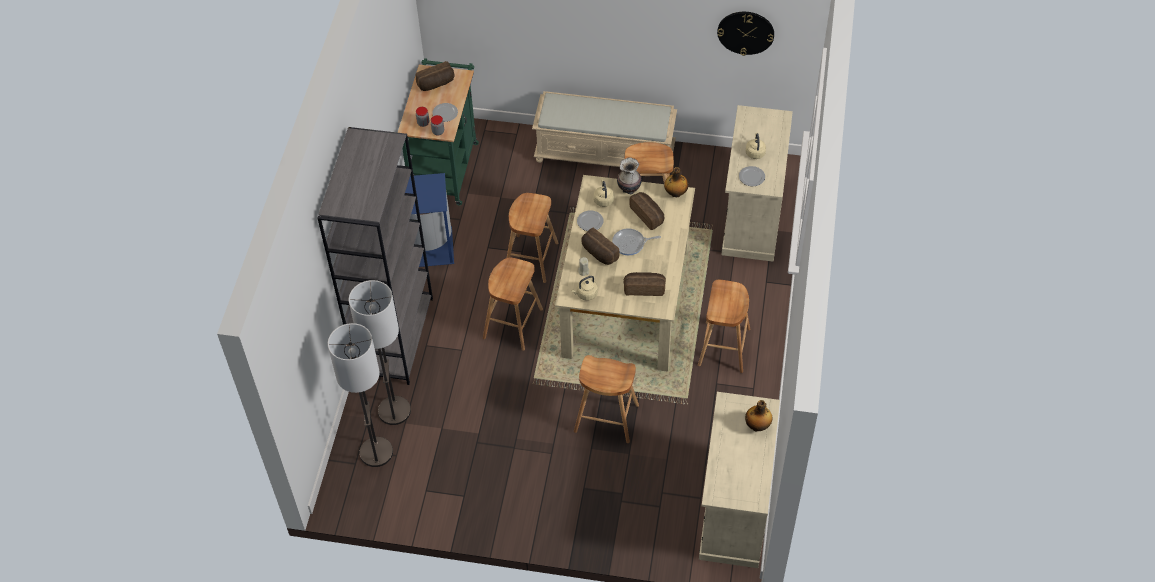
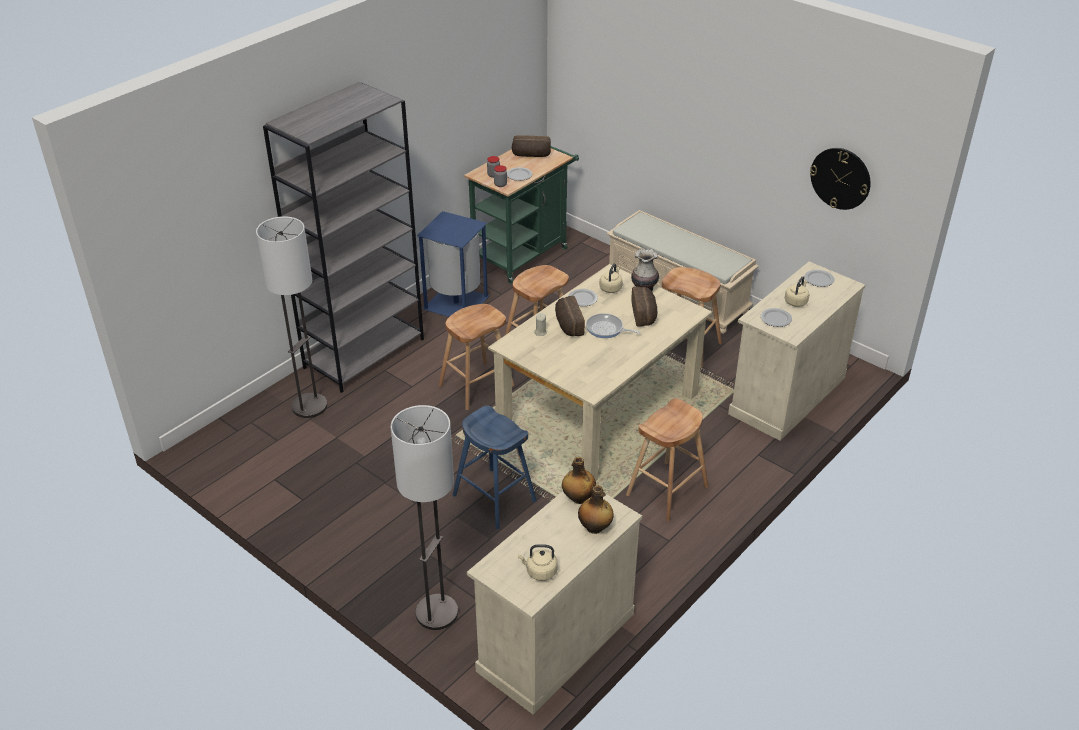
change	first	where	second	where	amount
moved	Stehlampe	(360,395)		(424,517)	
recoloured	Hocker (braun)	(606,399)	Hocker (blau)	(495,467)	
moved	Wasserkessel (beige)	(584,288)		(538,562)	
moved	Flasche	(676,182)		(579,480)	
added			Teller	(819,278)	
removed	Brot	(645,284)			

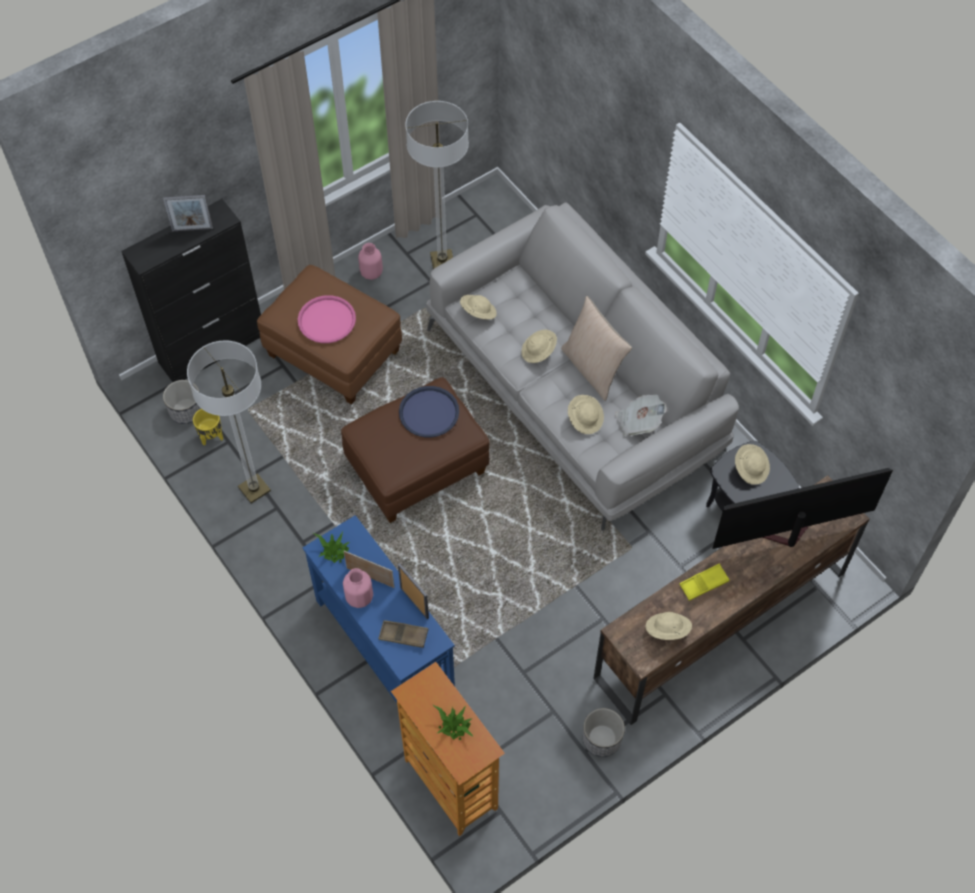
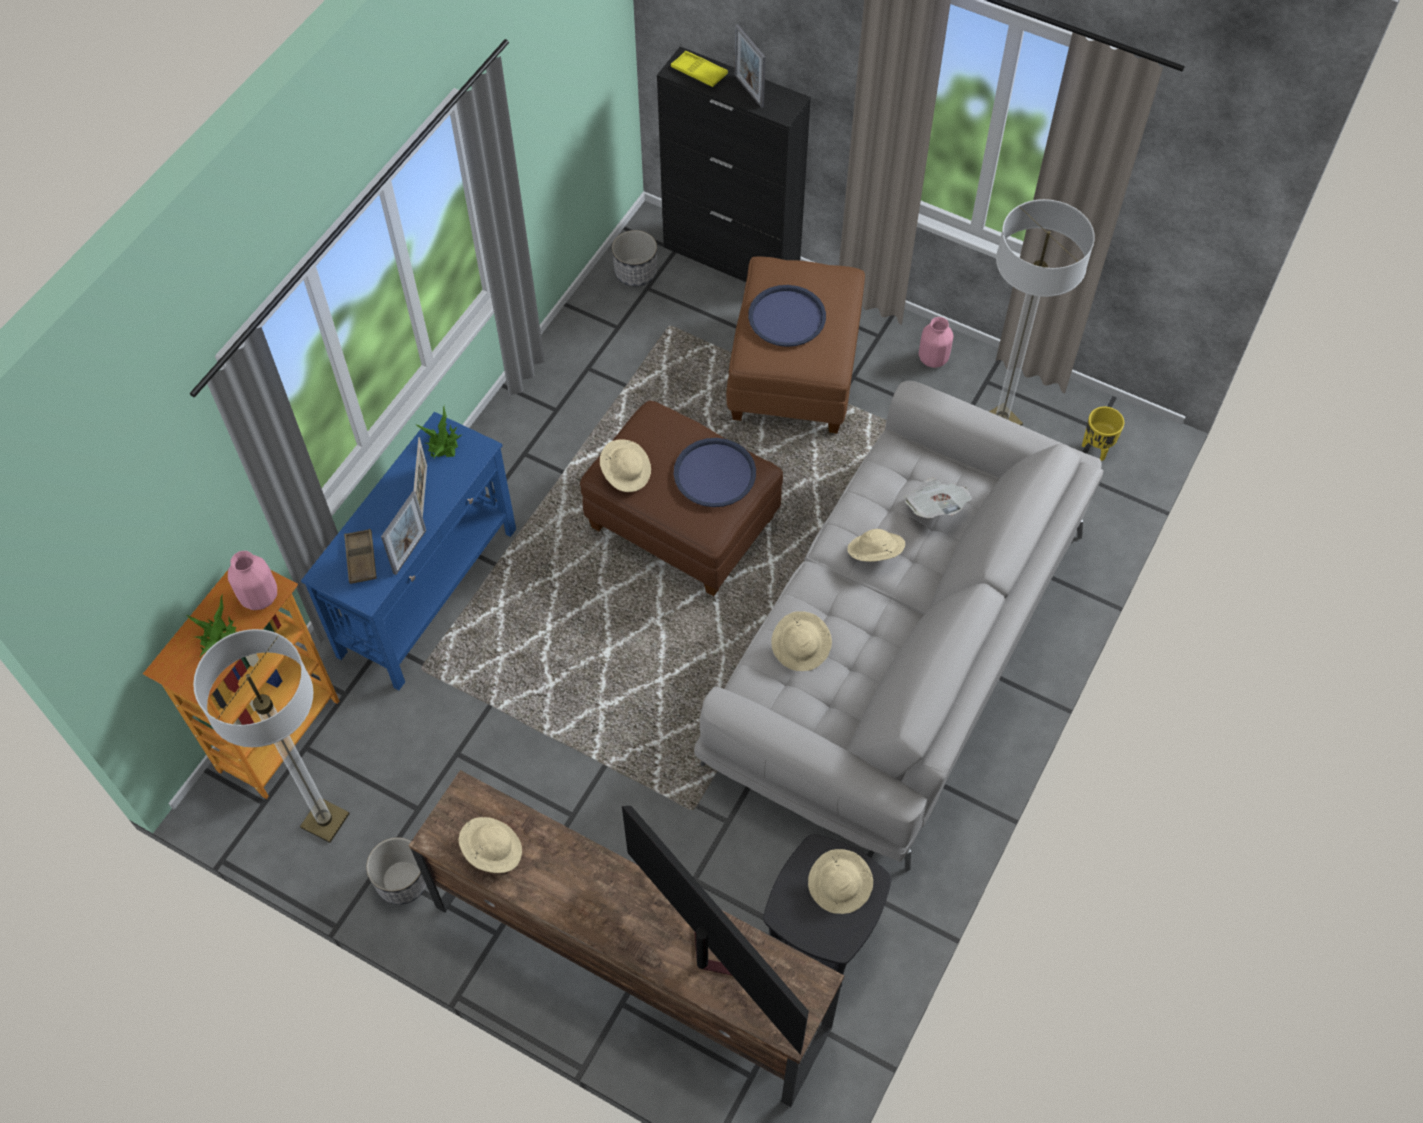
change	first	where	second	where	amount
moved	Stehlampe	(229,421)		(271,736)	
moved	Vase (rosa)	(358,588)		(252,580)	
moved	Hut (beige)	(478,307)		(625,465)	
moved	Tablett (gelb)	(704,582)		(699,69)	
recoloured	Tablett (rosa)	(327,319)	Tablett (blau)	(787,316)	
moved	Zeitung	(641,415)		(938,498)	
moved	Pflanzkübel (gelb)	(208,427)		(1103,434)	
removed	Kissen (beige)	(596,348)			

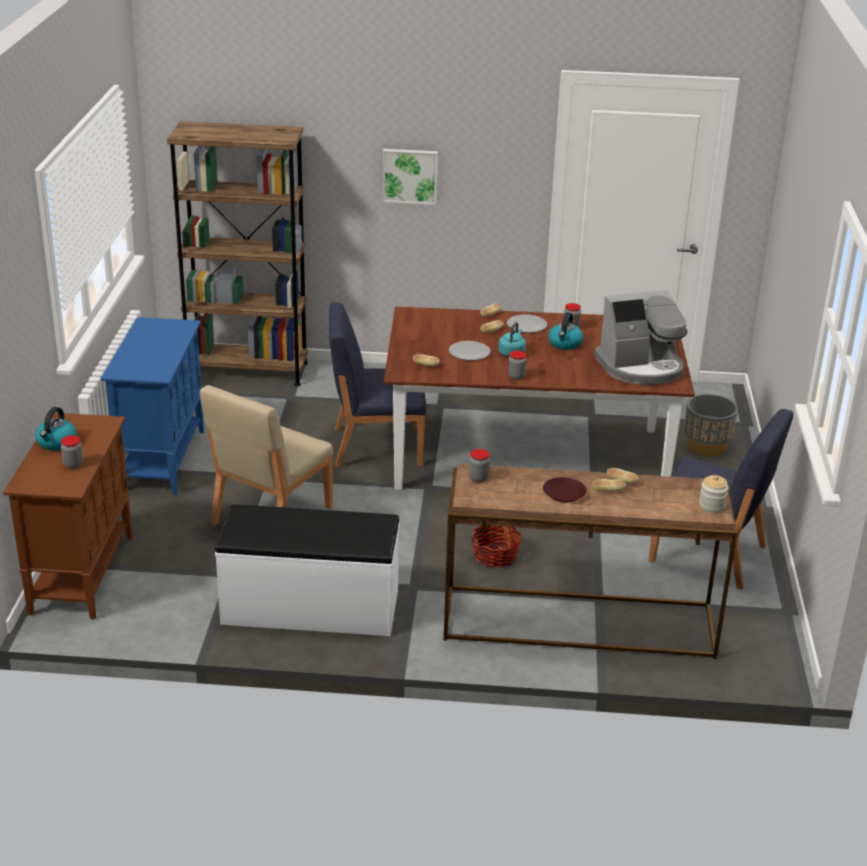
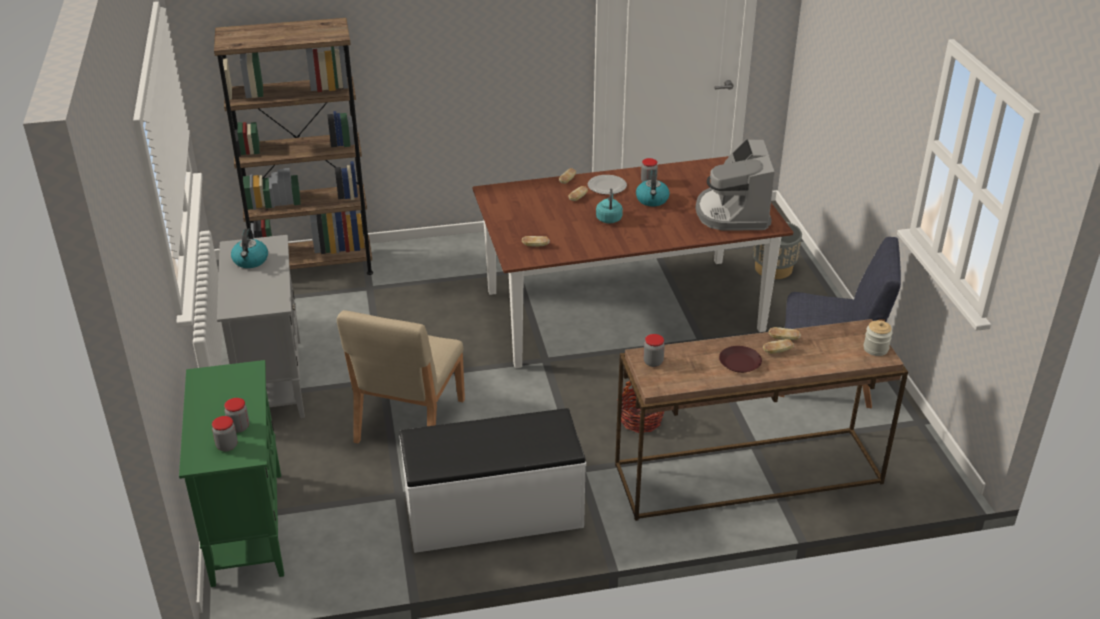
change	first	where	second	where	amount
recoloured	Schrank (braun)	(68,516)	Schrank (grün)	(231,473)	
moved	Vorratsglas	(517,365)		(225,433)	
recoloured	Schrank (blau)	(152,406)	Schrank (grau)	(261,326)	
moved	Wasserkessel	(56,428)		(249,248)	
turned	Kaffeemaschine	(641,337)		(735,185)	120 degrees clockwise
removed	Stuhl (blau)	(377,384)			
removed	Bild	(410,177)			
removed	Teller	(470,351)			

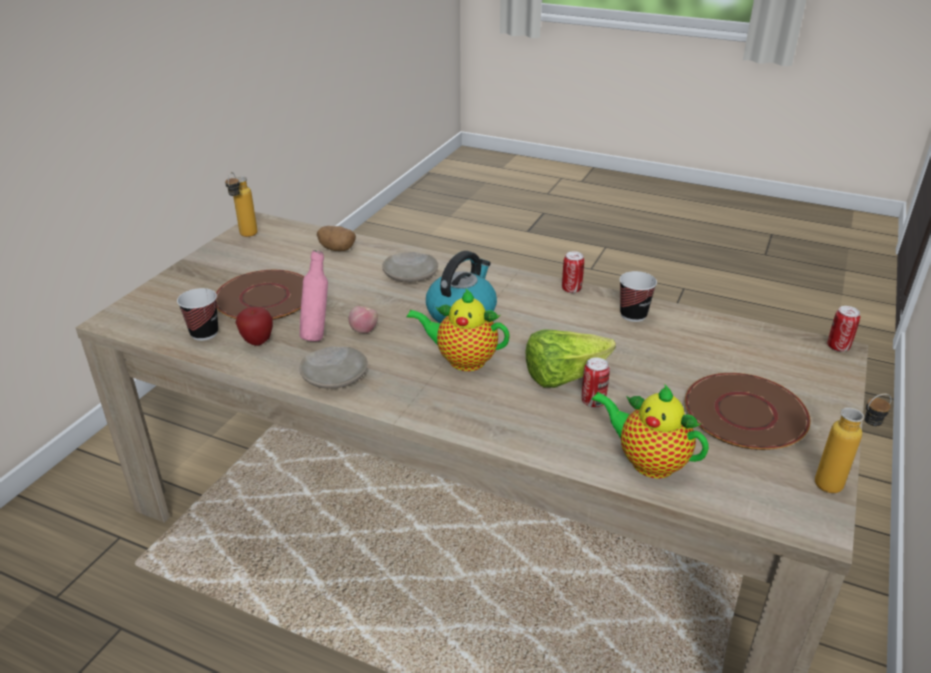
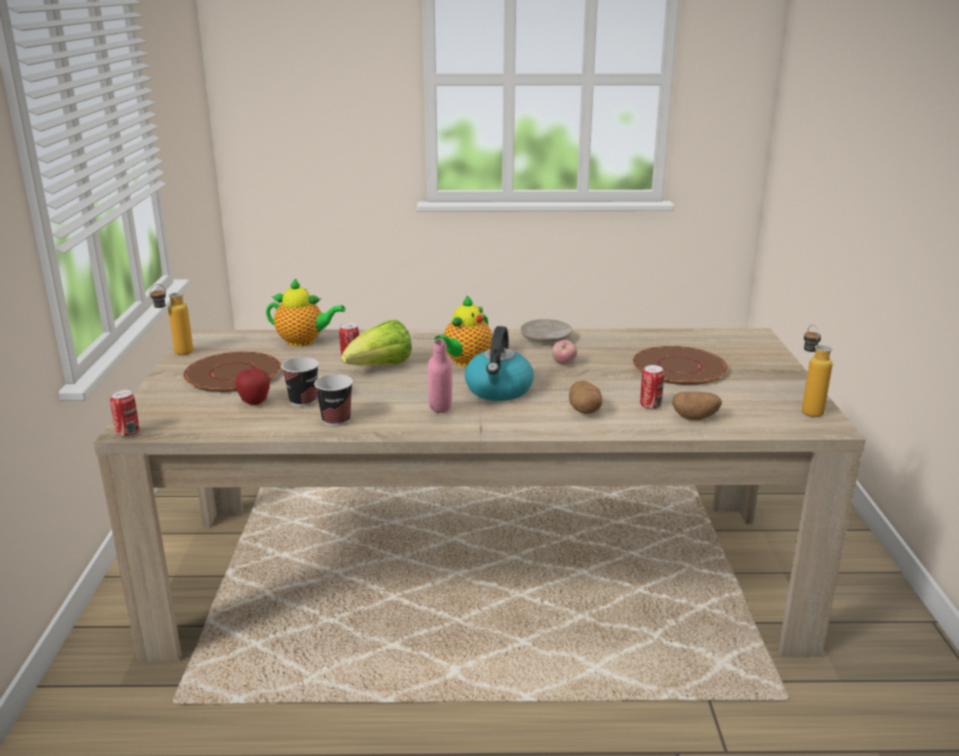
change	first	where	second	where	amount
moved	Apfel	(254,326)		(252,386)	
moved	Tasse	(197,314)		(300,382)	
moved	Flasche (rosa)	(314,295)		(440,376)	
turned	Teekanne	(458,329)		(463,331)	135 degrees clockwise
replaced	Teller (beige)	(410,267)	Kartoffel	(585,397)	
moved	Dose	(573,272)		(652,387)	

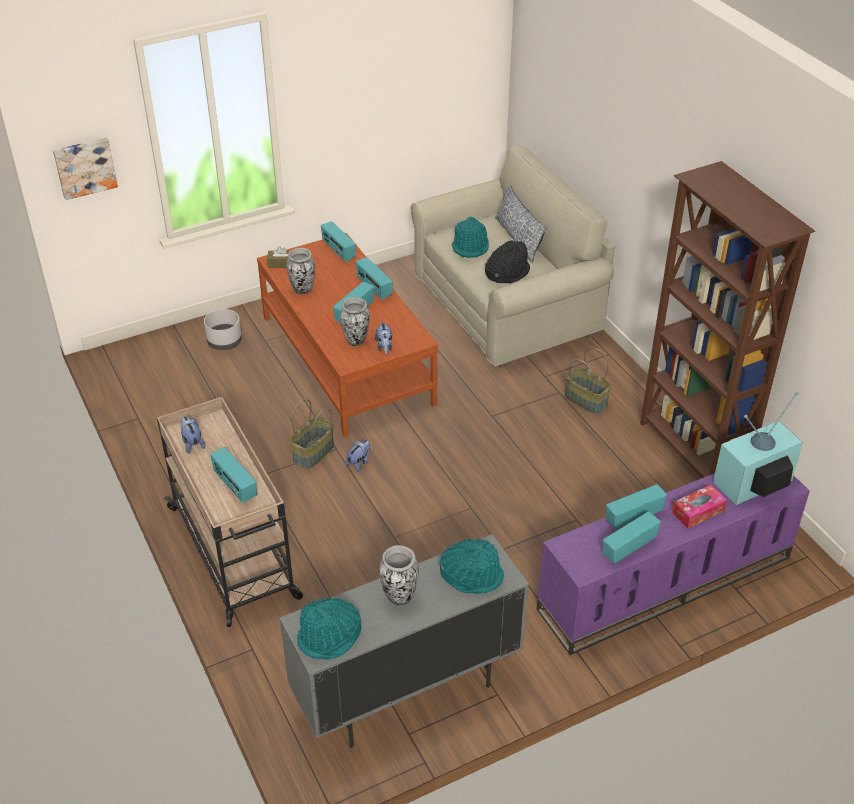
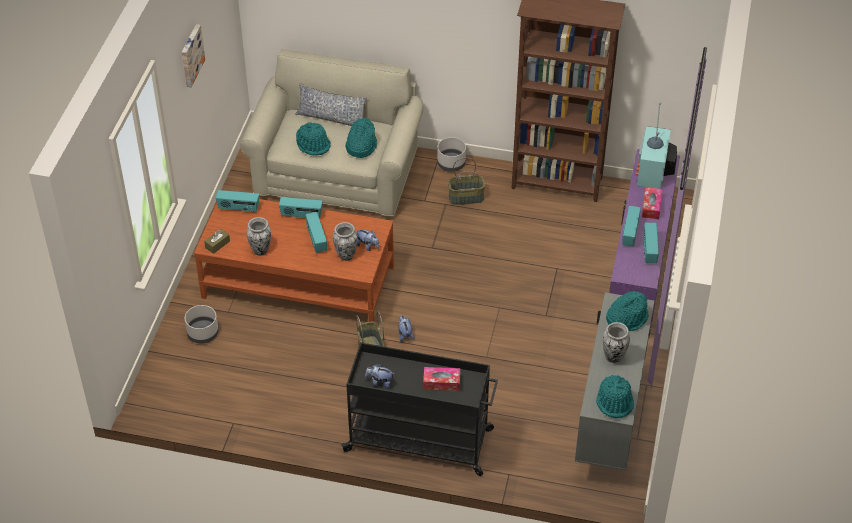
change	first	where	second	where	amount
moved	Bild	(85,168)		(193,55)	
recoloured	Rollwagen (beige)	(230,512)	Rollwagen (schwarz)	(419,409)	
recoloured	Hut (schwarz)	(507,261)	Hut (türkis)	(361,138)	
replaced	Radio	(233,475)	Taschentuchbox	(441,379)	
added			Pflanzkübel (grau)	(451,154)	

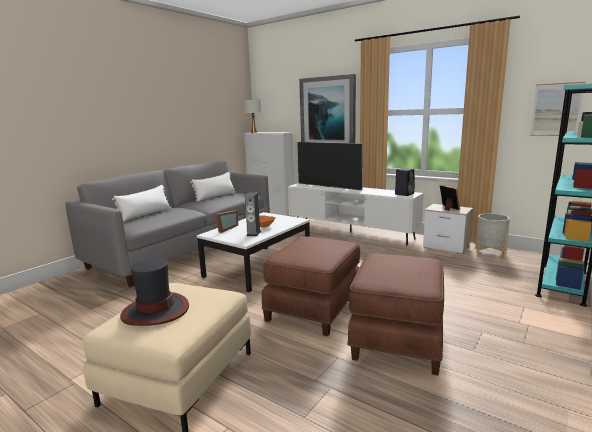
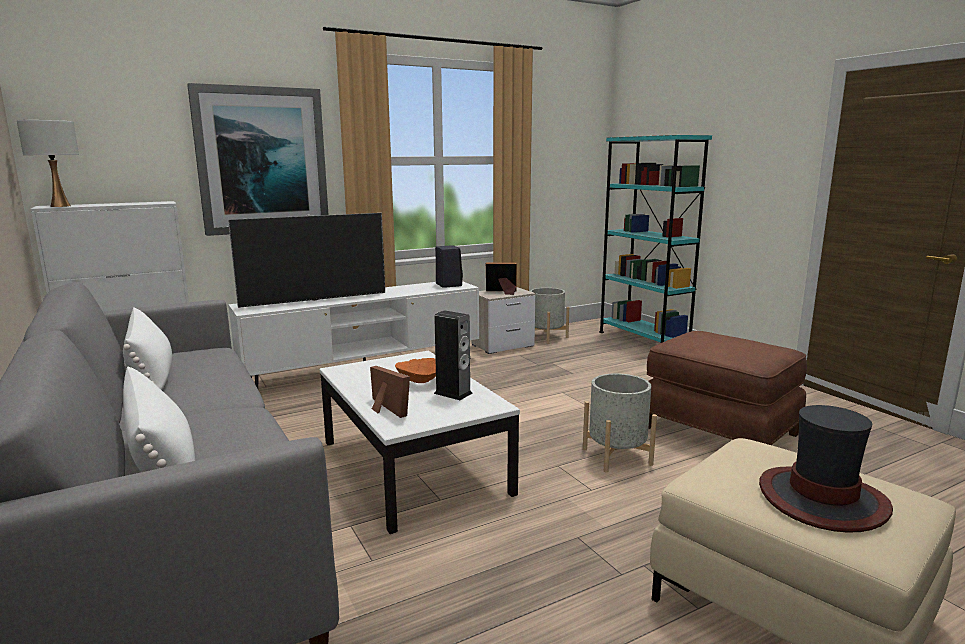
change	first	where	second	where	amount
replaced	Polsterhocker (braun)	(311,286)	Pflanzkübel (grau)	(620,422)	
removed	Bild	(558,109)			

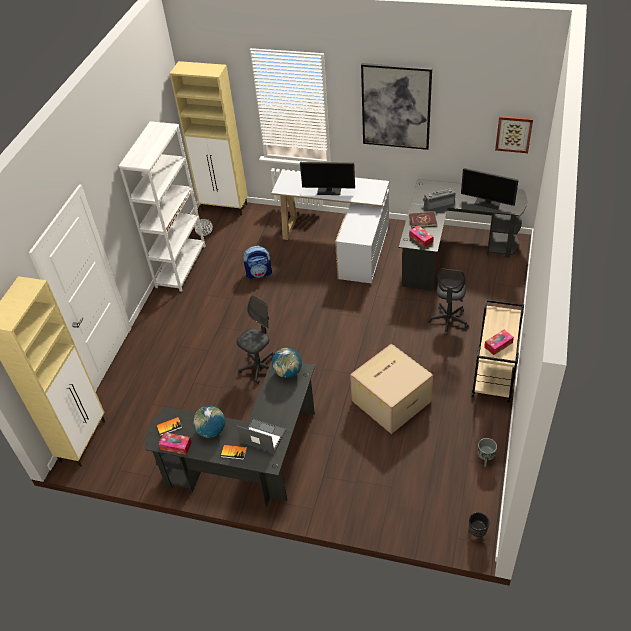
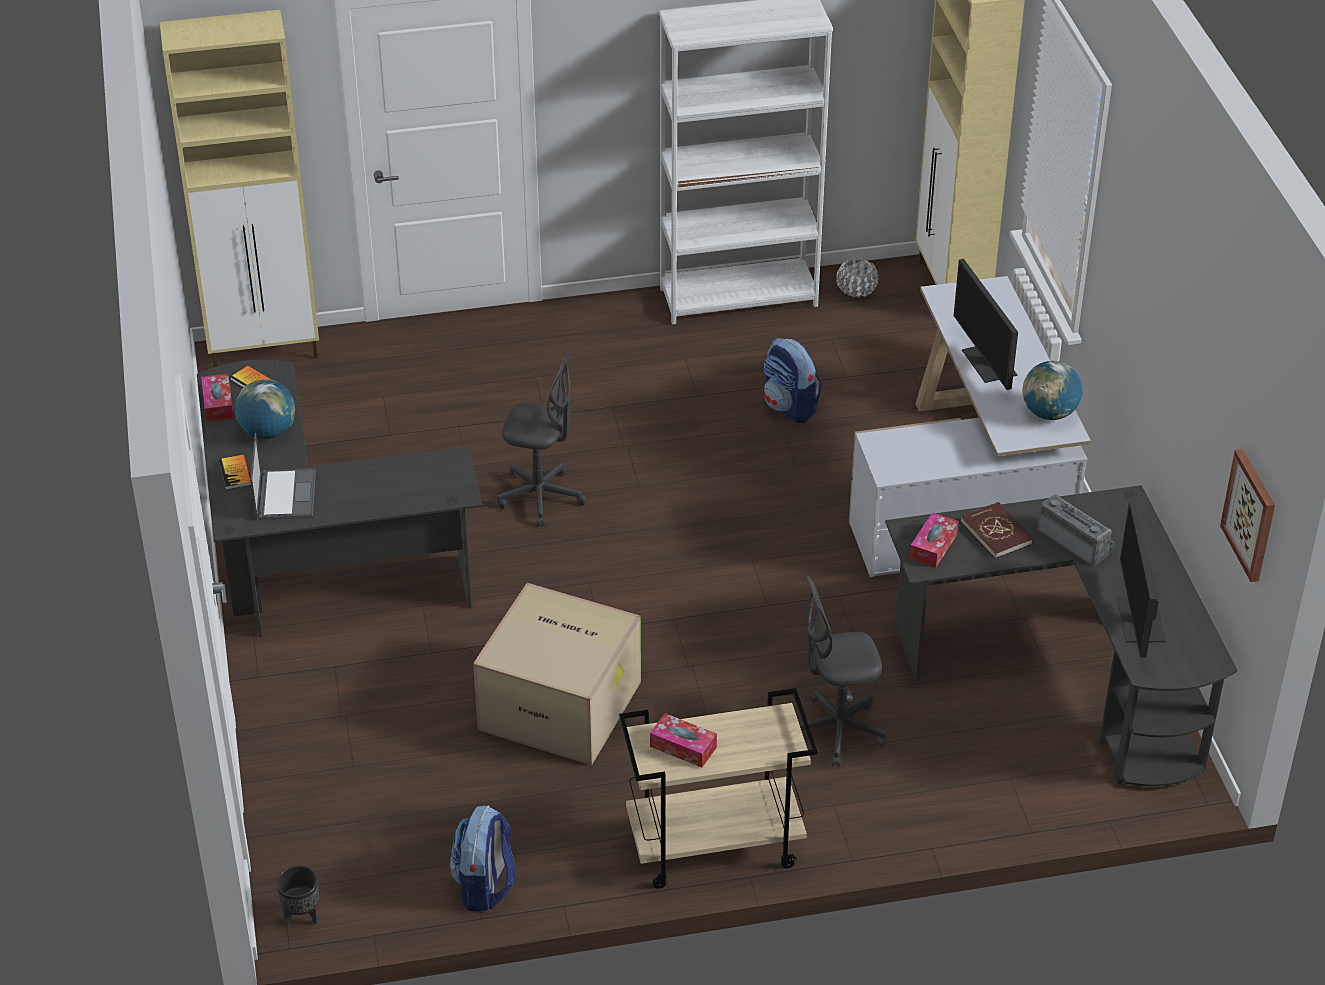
change	first	where	second	where	amount
replaced	Pflanzkübel (grau)	(487,452)	Rucksack	(482,858)	
moved	Globus	(287,363)		(1052,390)	
removed	Bild	(396,106)			

